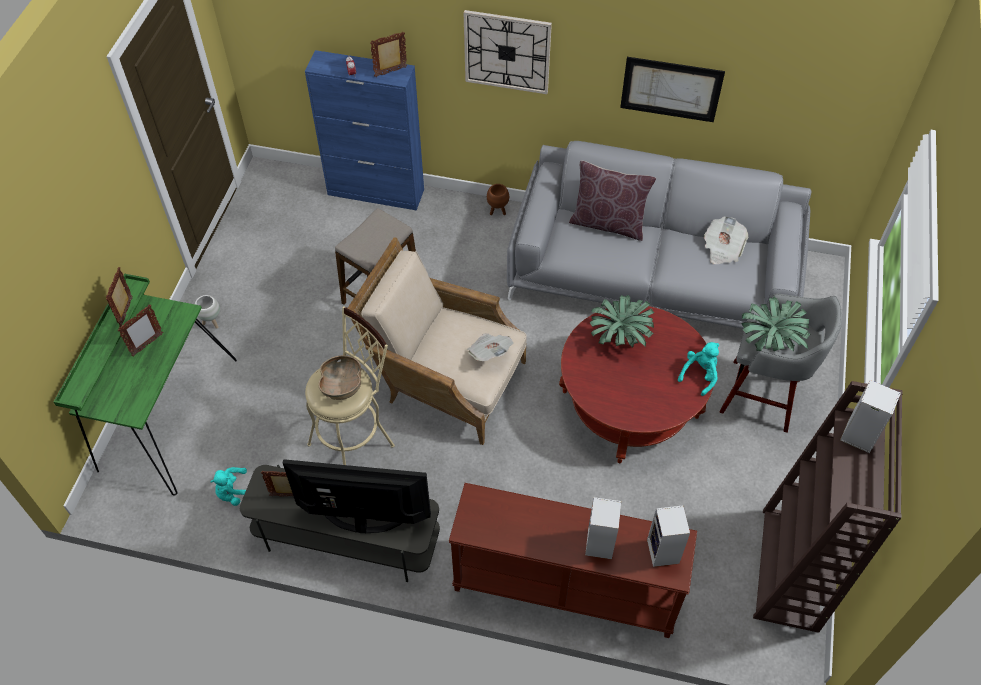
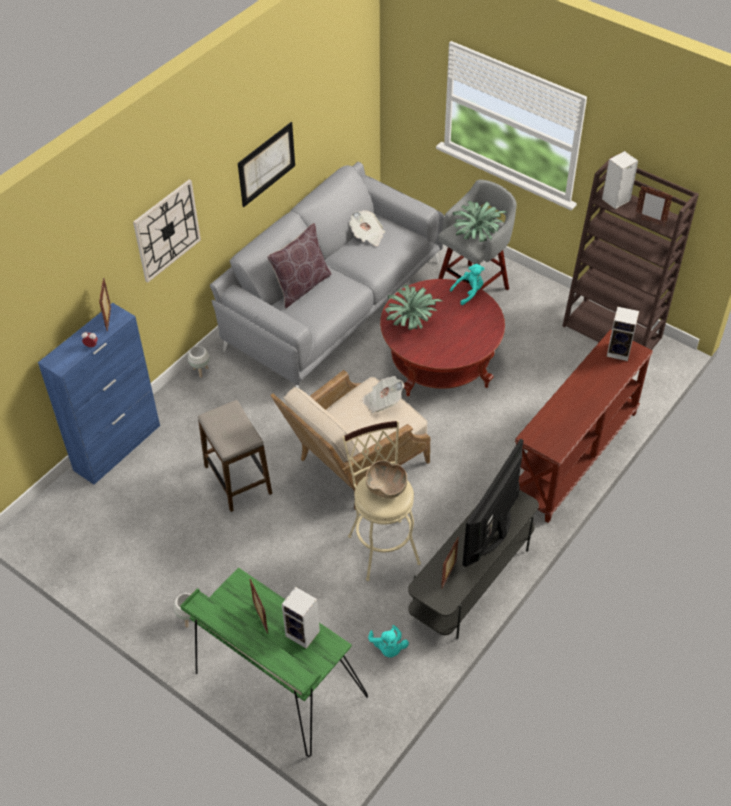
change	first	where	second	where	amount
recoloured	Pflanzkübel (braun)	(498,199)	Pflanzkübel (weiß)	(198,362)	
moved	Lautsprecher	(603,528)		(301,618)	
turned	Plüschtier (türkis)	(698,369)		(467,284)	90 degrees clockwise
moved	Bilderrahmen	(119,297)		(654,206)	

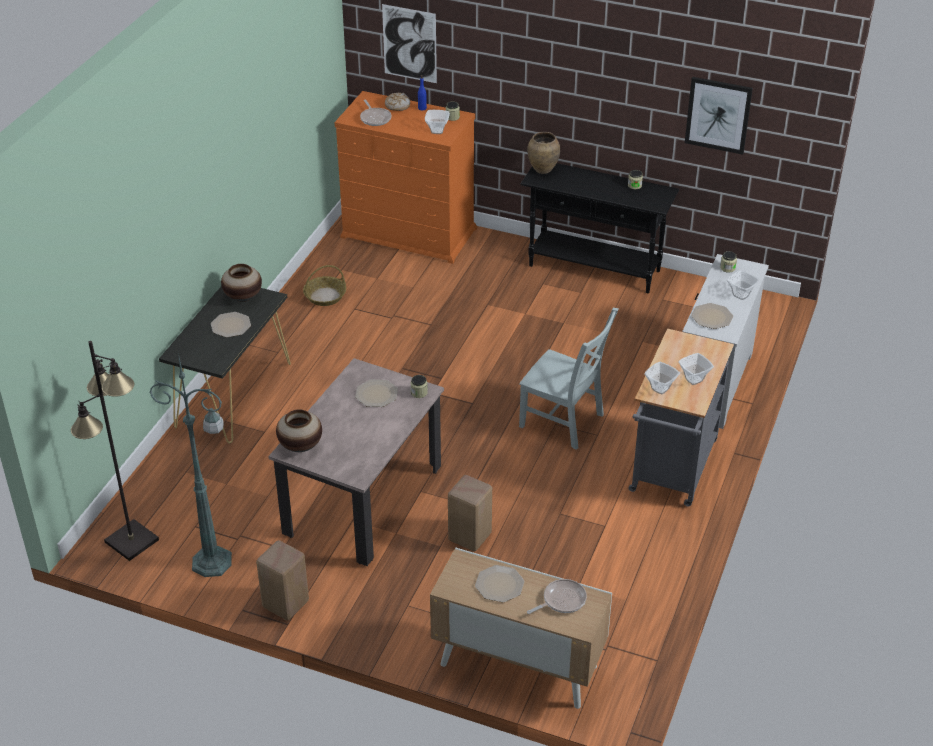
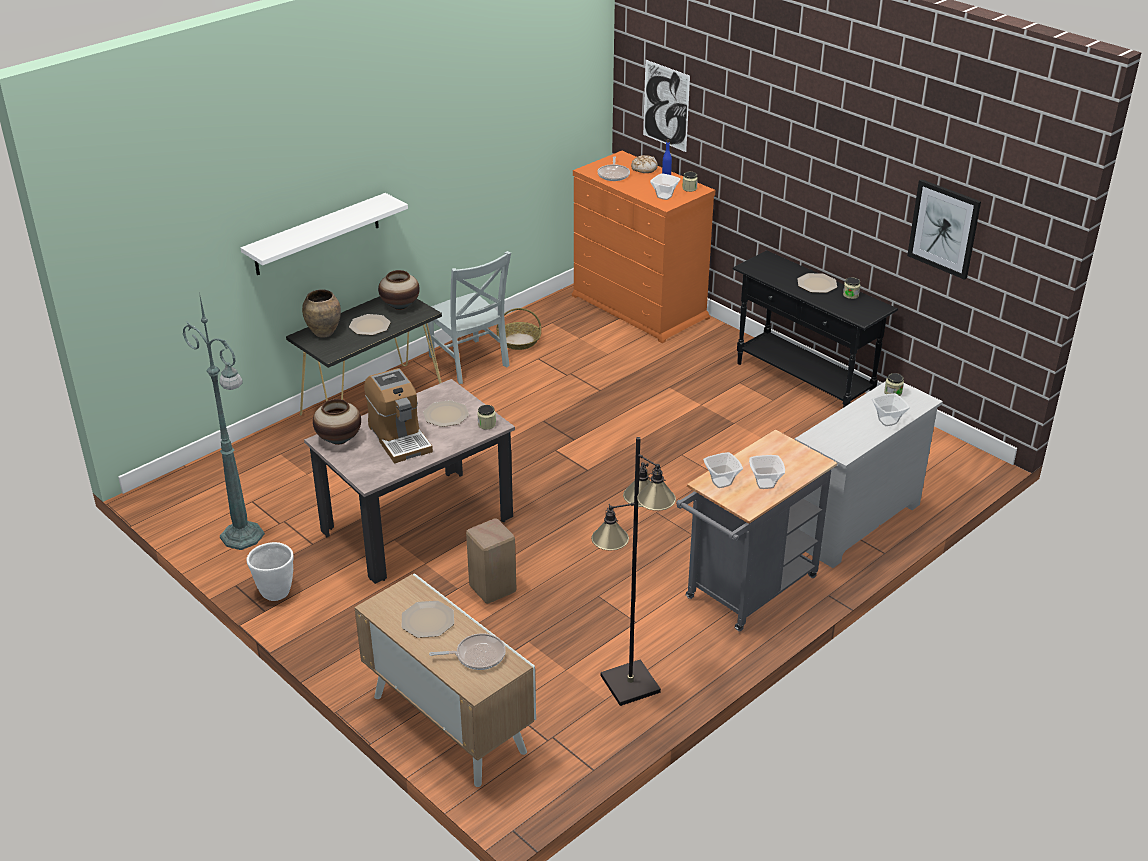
change	first	where	second	where	amount
added			Wandregal (weiß)	(324,234)	
replaced	Hocker (beige)	(282,580)	Pflanzkübel (weiß)	(269,571)	
moved	Vase (braun)	(543,153)		(321,313)	
added			Kaffeemaschine	(398,415)	
moved	Stuhl (grau)	(569,379)		(469,317)	
moved	Stehlampe (schwarz)	(115,451)		(633,571)	
moved	Teller	(712,316)		(817,283)	

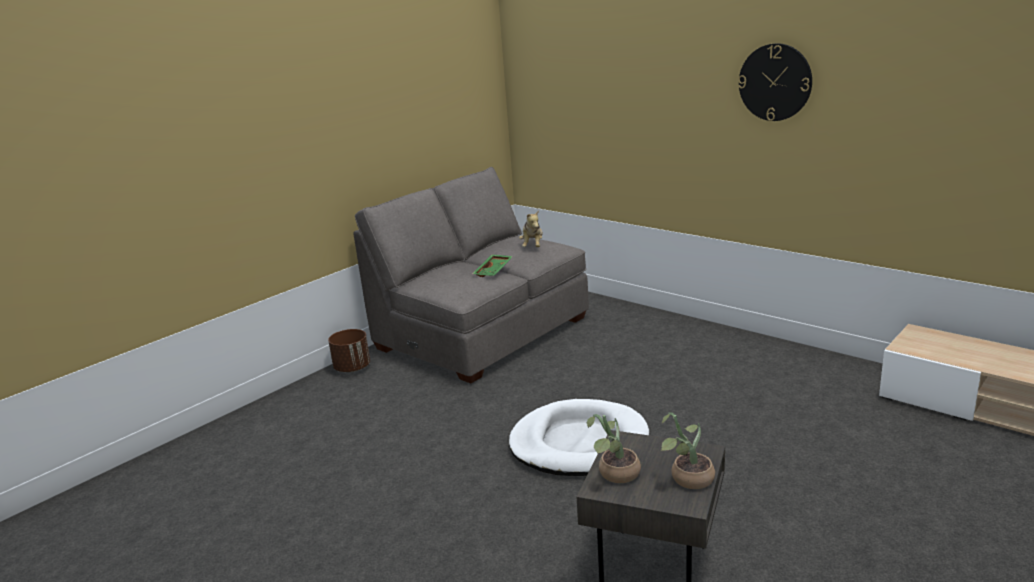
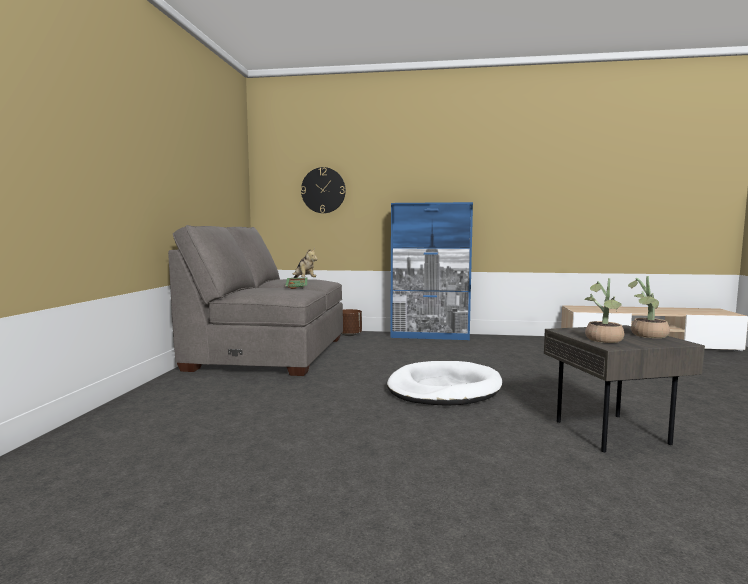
change	first	where	second	where	amount
moved	Wanduhr	(775,82)		(323,190)	
moved	Pflanzkübel (braun)	(349,350)		(351,322)	
added			Schrank (blau)	(431,271)	

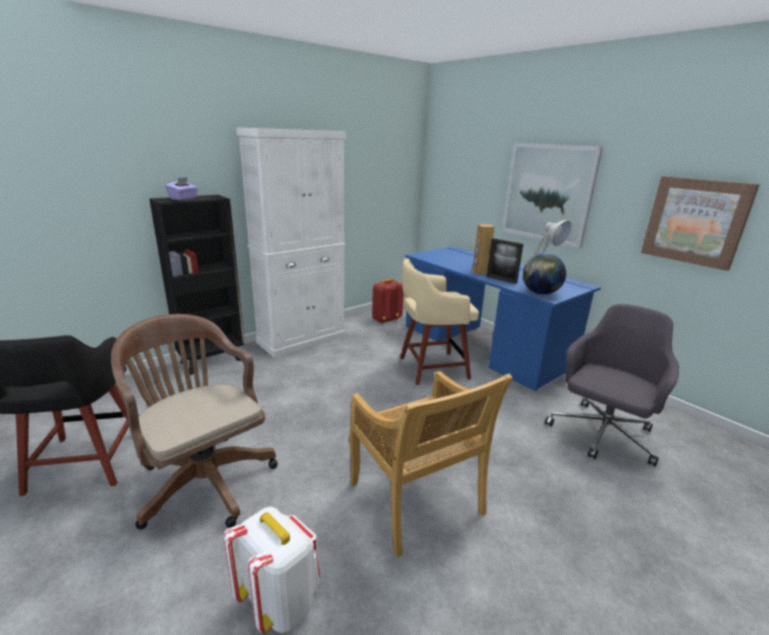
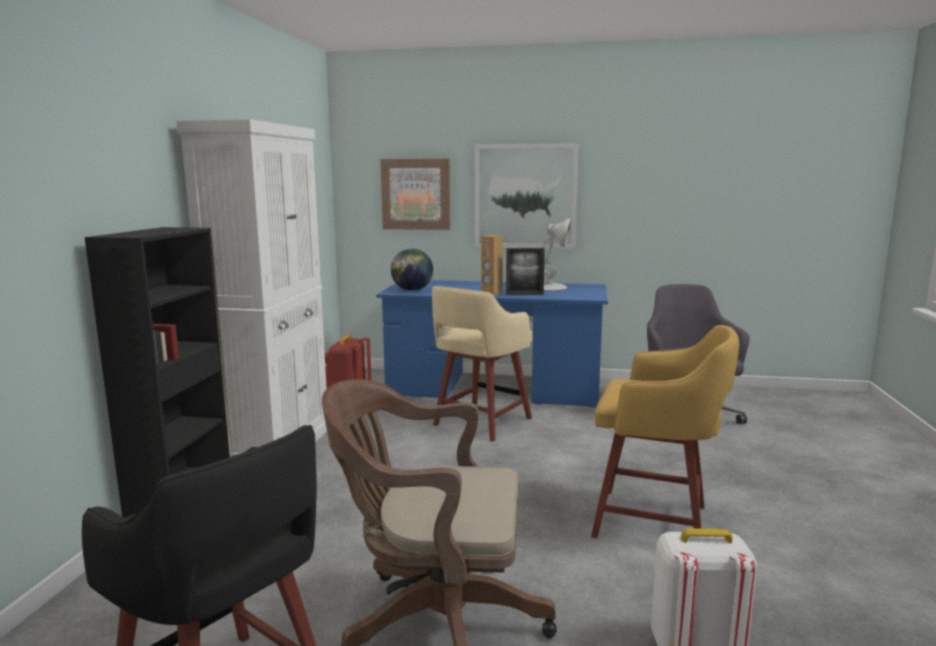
change	first	where	second	where	amount
moved	Bild	(700,223)		(415,194)	
moved	Globus	(544,274)		(412,270)	
replaced	Stuhl (beige)	(431,464)	Hocker (gelb)	(665,431)	
removed	Taschentuchbox (lila)	(181,188)			

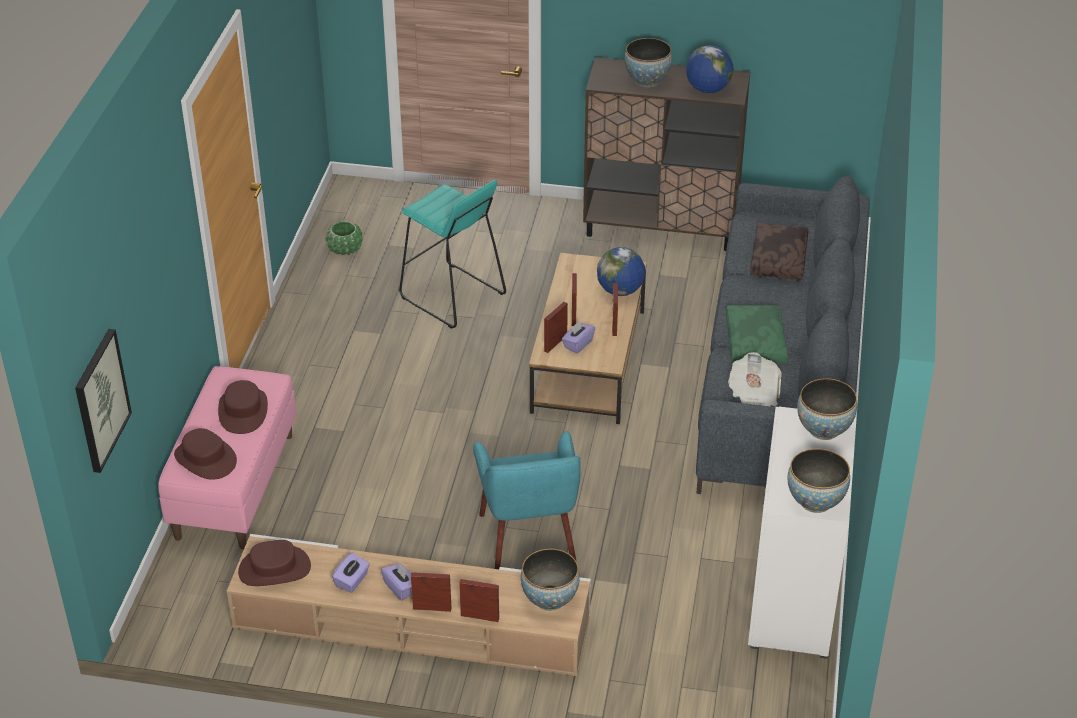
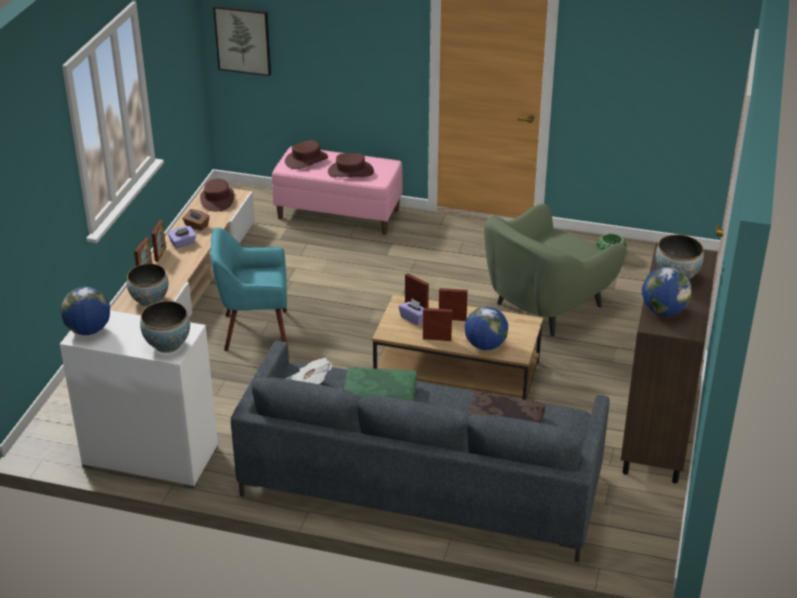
change	first	where	second	where	amount
replaced	Schüssel	(819,481)	Globus	(85,311)	
recoloured	Taschentuchbox (lila)	(351,573)	Taschentuchbox (braun)	(196,220)	
replaced	Hocker (türkis)	(452,254)	Sessel (grün)	(555,270)	

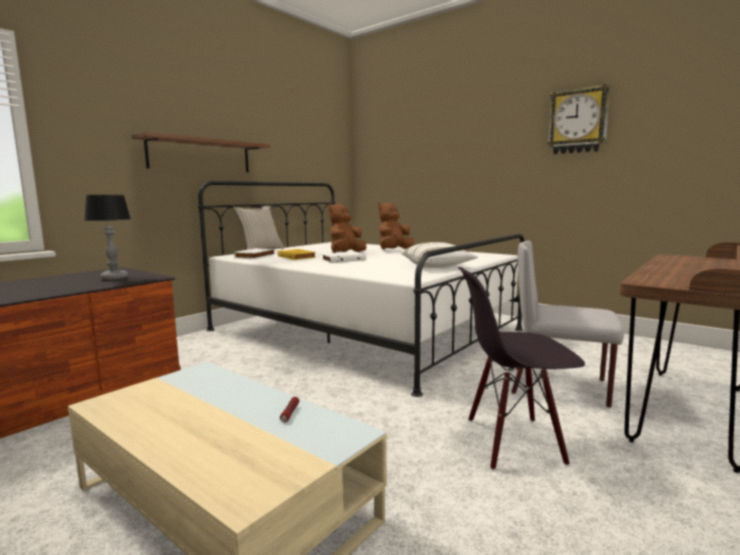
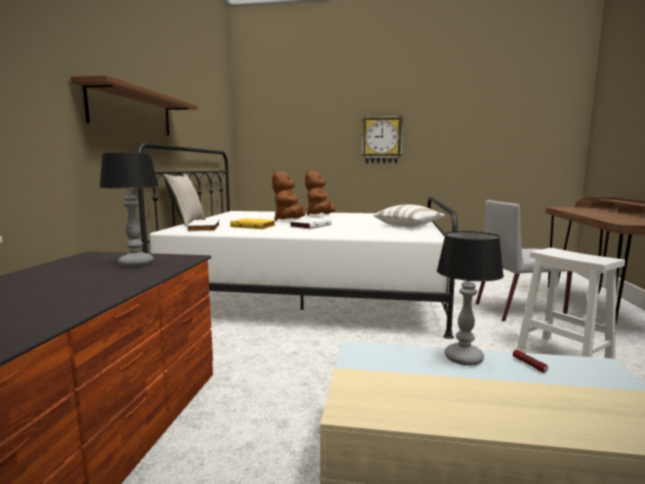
change	first	where	second	where	amount
moved	Wanduhr	(579,119)		(382,139)	
added			Tischlampe	(470,298)	
replaced	Stuhl (schwarz)	(521,368)	Hocker (weiß)	(571,303)	

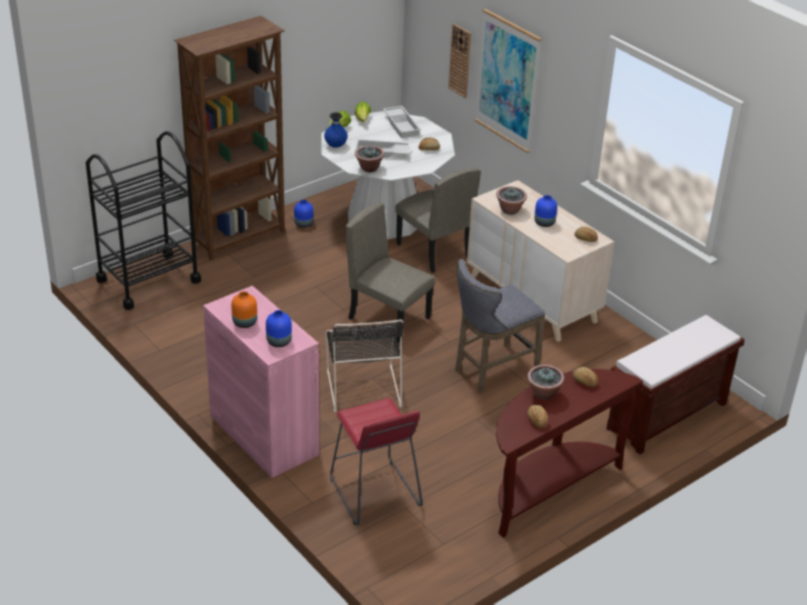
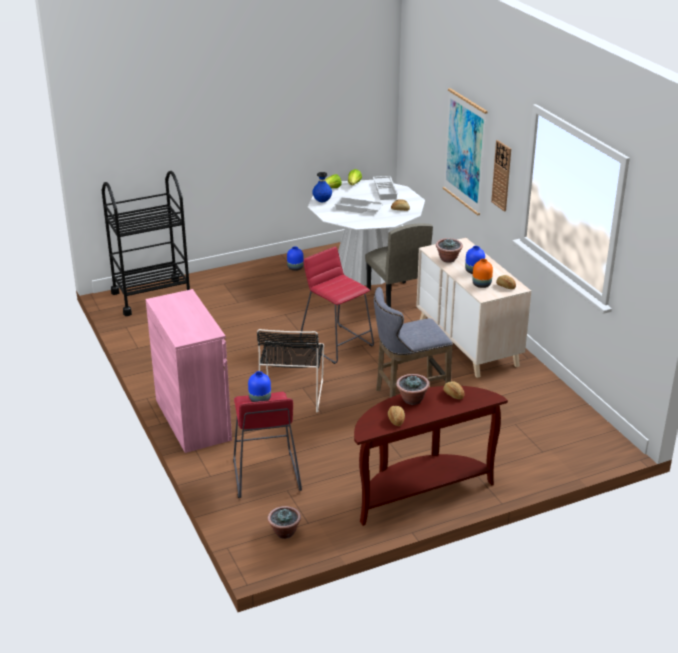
change	first	where	second	where	amount
moved	Vase (blau)	(279,328)		(259,386)	
moved	Topfpflanze	(369,159)		(284,522)	
replaced	Stuhl (beige)	(390,272)	Hocker (rot)	(336,305)	
moved	Vase (orange)	(244,309)		(482,273)	
moved	Wanduhr	(460,61)		(501,176)	
removed	Bücherregal (braun)	(229,138)			
removed	Bank (braun)	(675,384)			

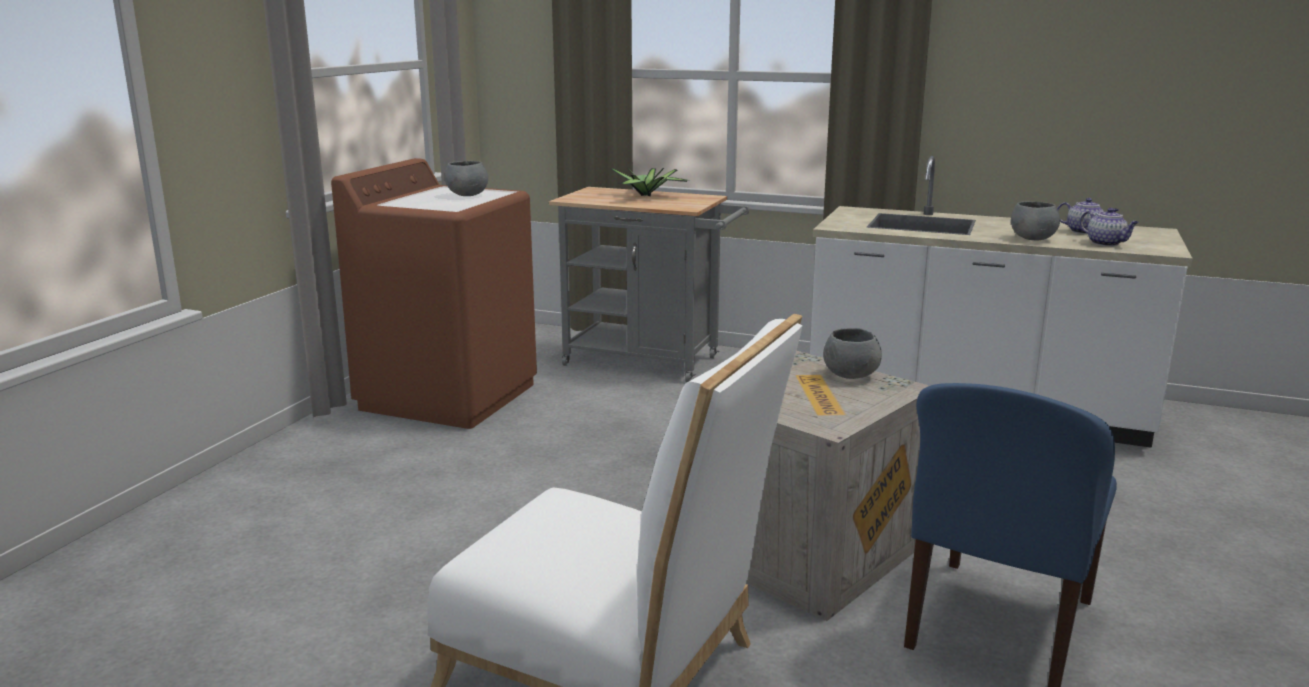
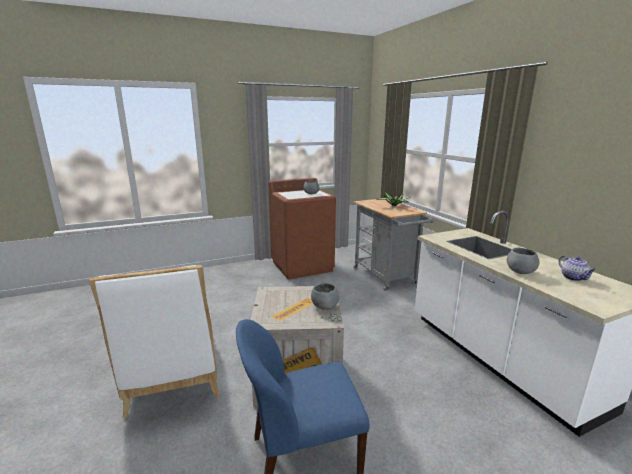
change	first	where	second	where	amount
removed	Teekanne	(1109,227)			

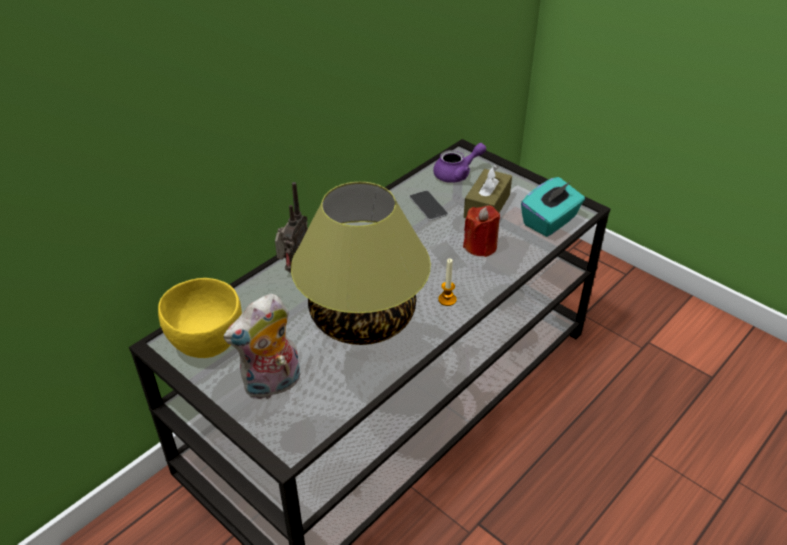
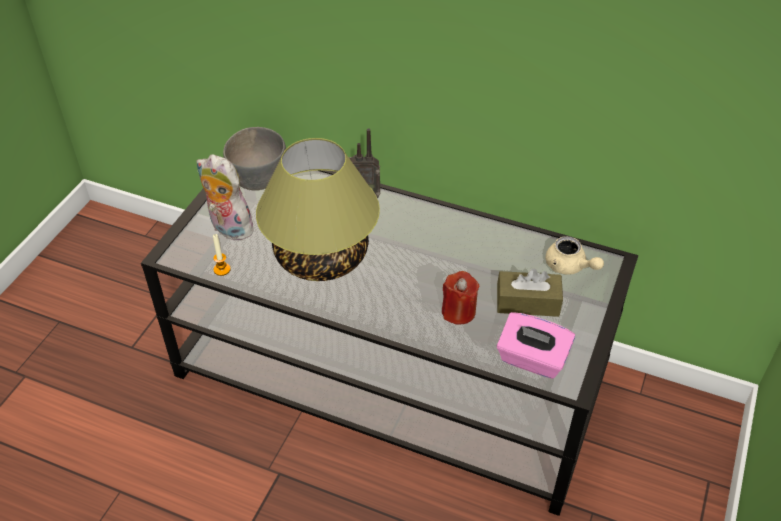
change	first	where	second	where	amount
moved	Kerze	(447,282)		(222,255)	
recoloured	Schüssel (gelb)	(200,318)	Schüssel (grau)	(254,158)	
recoloured	Taschentuchbox (türkis)	(553,207)	Taschentuchbox (rosa)	(536,345)	
recoloured	Teekanne (lila)	(459,163)	Teekanne (beige)	(574,255)	
removed	Handy	(428,205)			

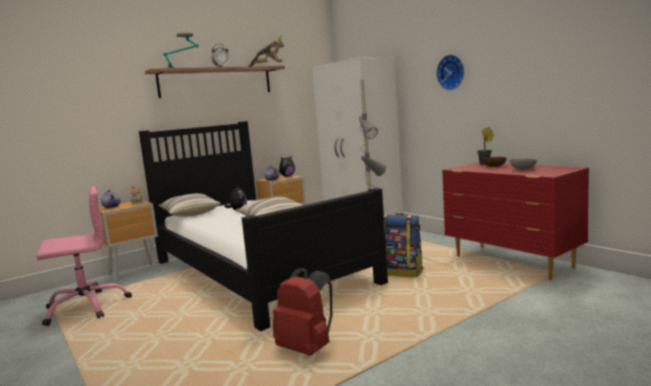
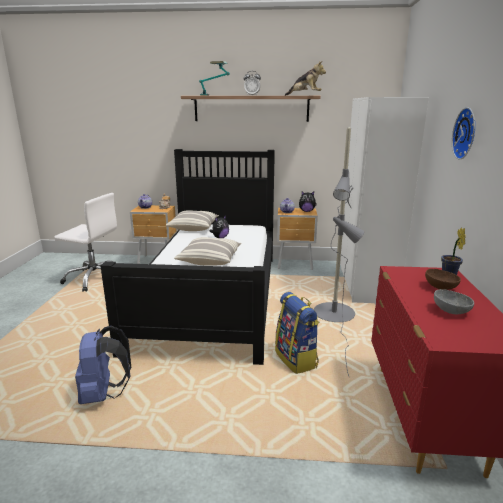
change	first	where	second	where	amount
recoloured	Bürostuhl (rosa)	(84,256)	Bürostuhl (weiß)	(85,242)	
recoloured	Rucksack (rot)	(302,312)	Rucksack (blau)	(103,365)	

